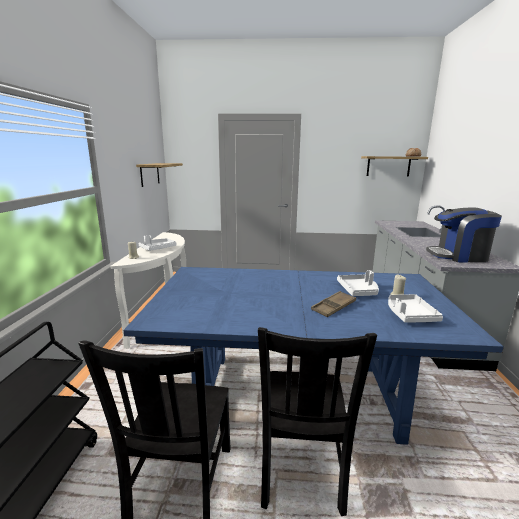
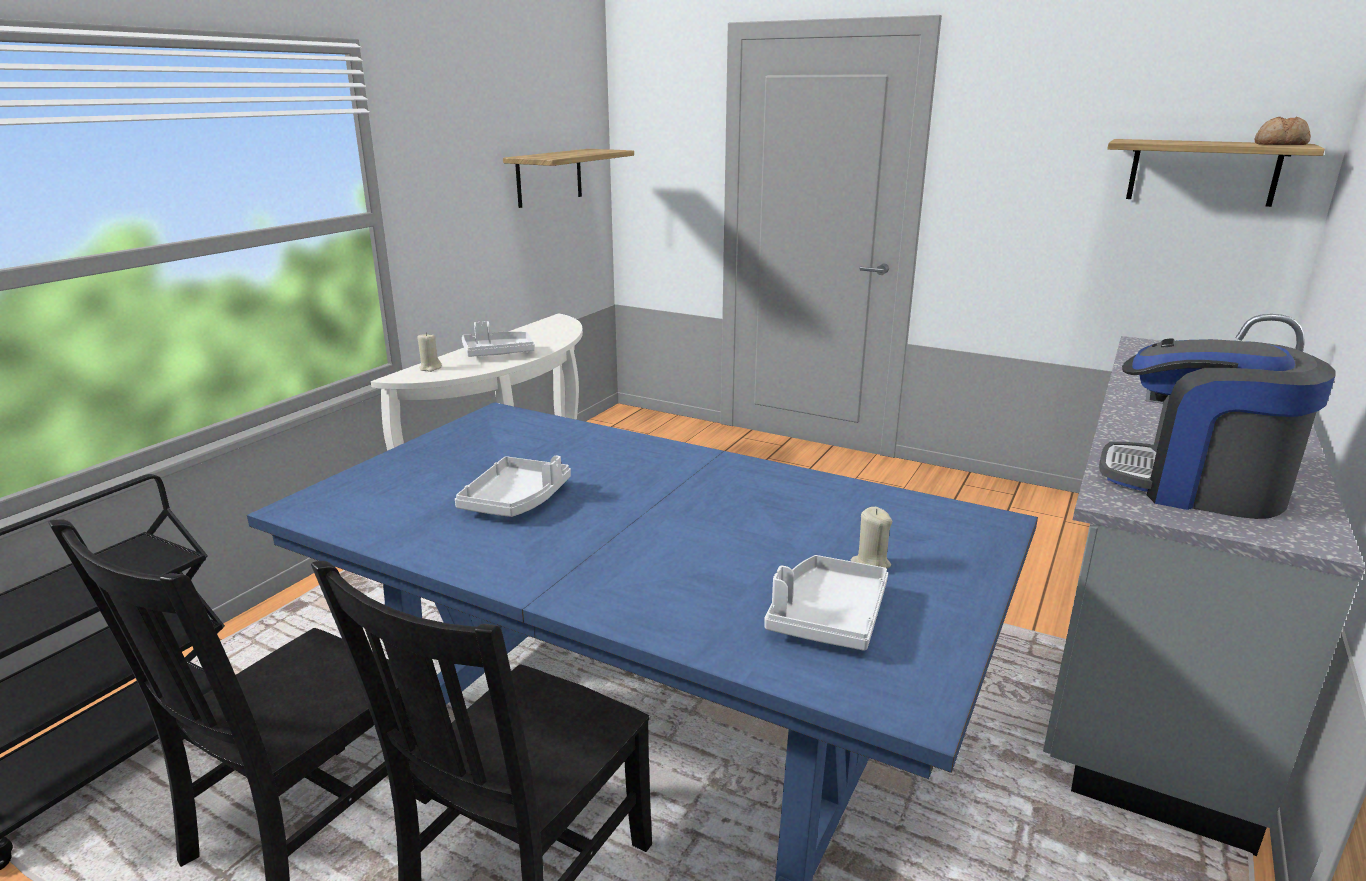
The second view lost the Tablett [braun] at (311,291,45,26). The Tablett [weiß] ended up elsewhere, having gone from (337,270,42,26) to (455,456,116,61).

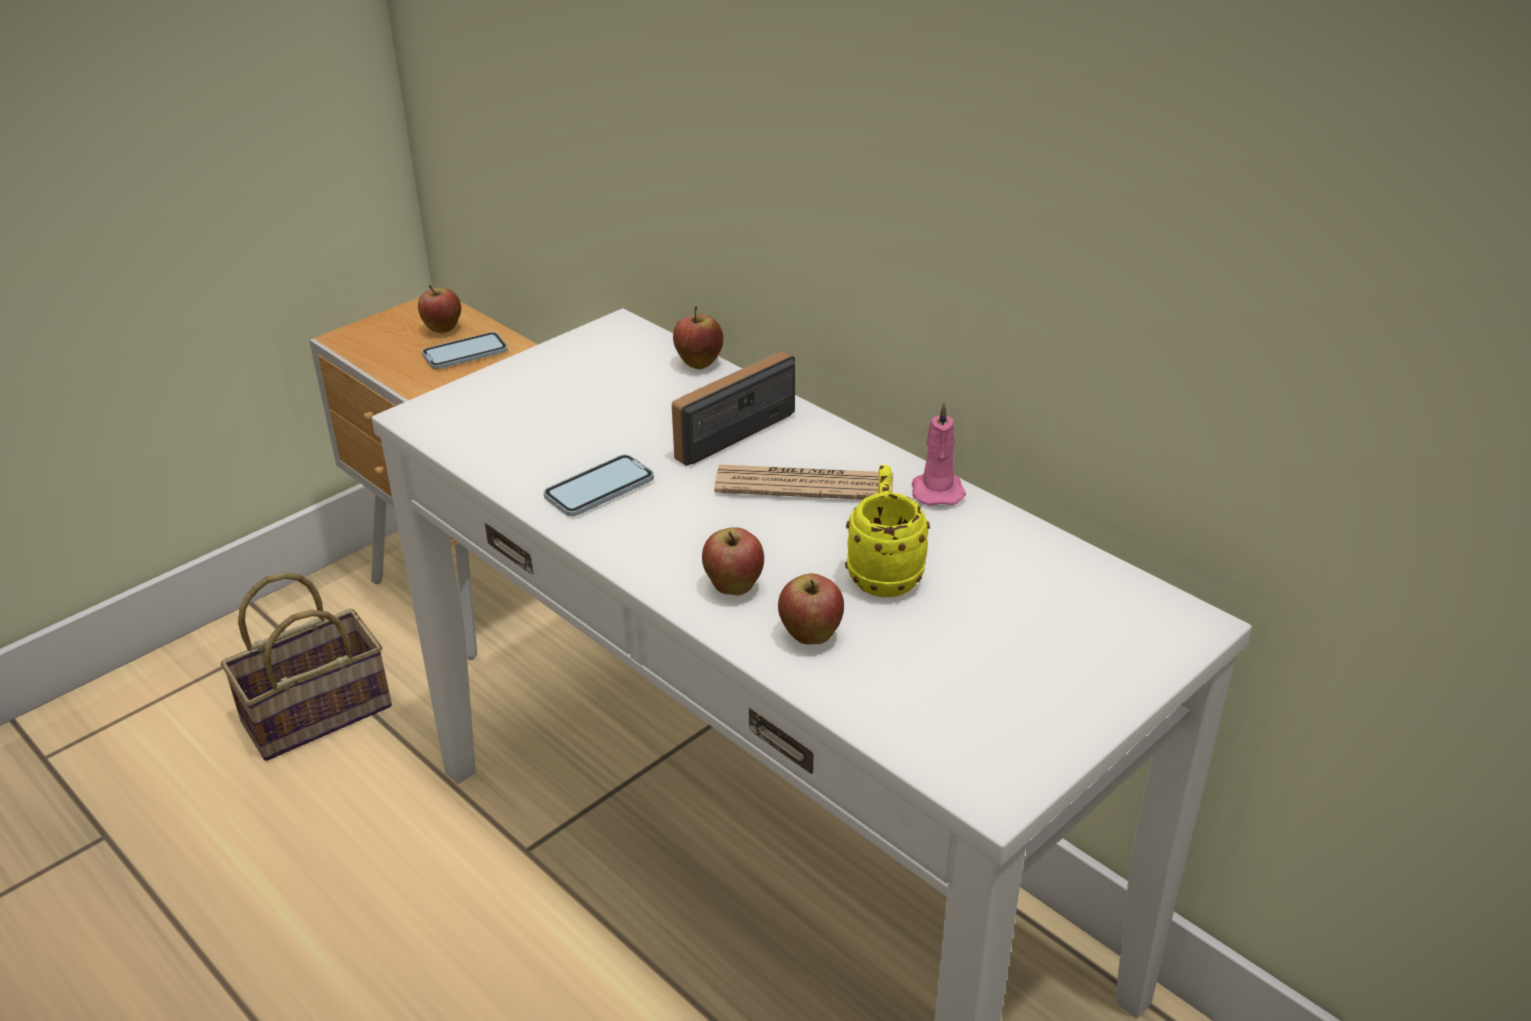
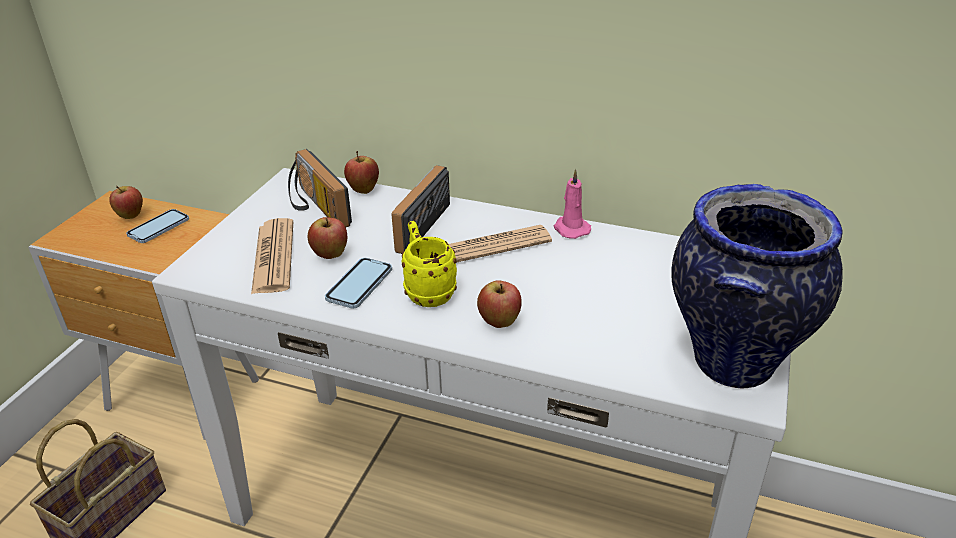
The Apfel ended up elsewhere, having gone from (778,574,66,71) to (308,217,39,42). The Henkelbecher [gelb] ended up elsewhere, having gone from (845,465,85,132) to (402,221,55,86). The second view gained the Zeitung at (251,218,42,76). The second view gained the Radio at (288,149,64,79). The second view gained the Vase at (671,184,172,205).

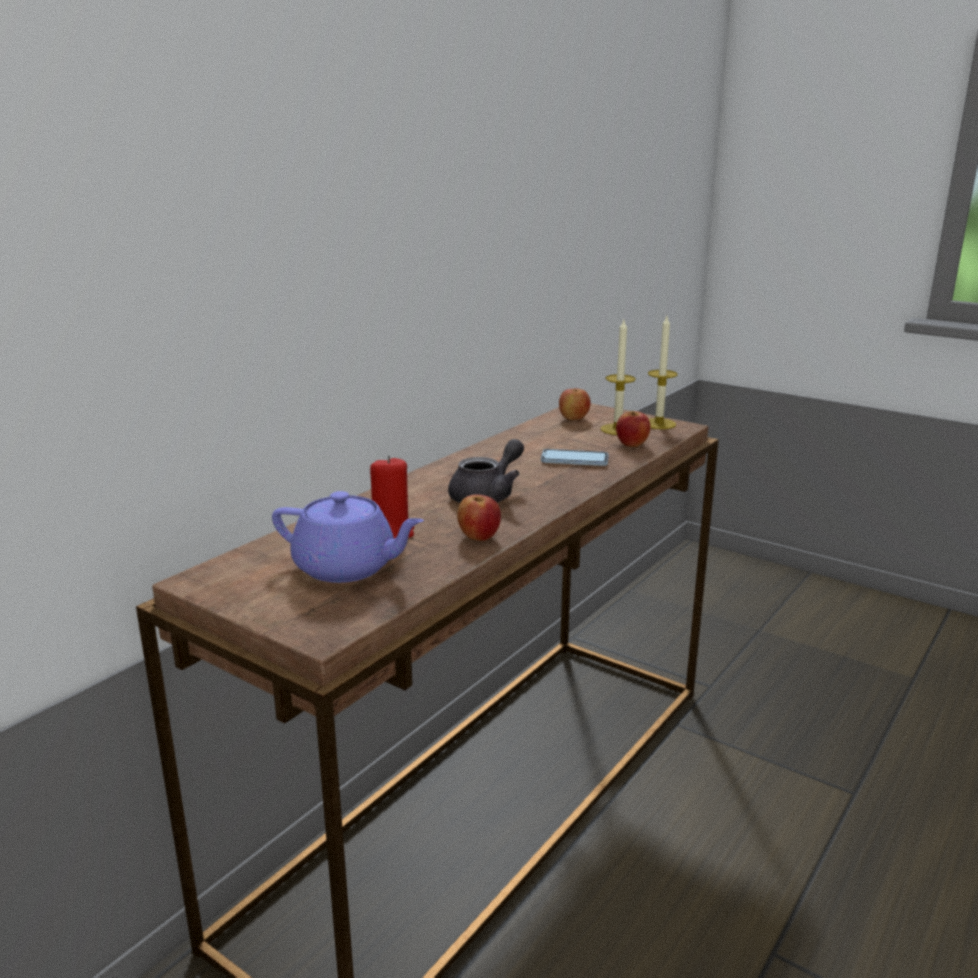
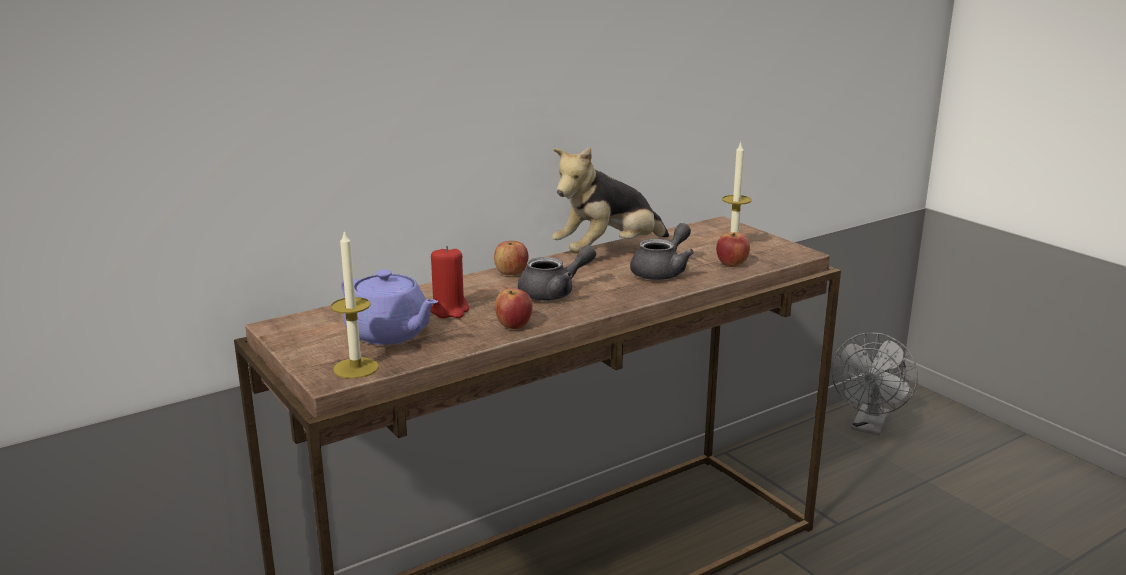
Where the Handy stood at (541,449,68,17), the Teekanne [grau] came to stand at (630,223,64,57). The Apfel ended up elsewhere, having gone from (559,388,32,32) to (494,241,35,34). The Kerze ended up elsewhere, having gone from (648,316,30,113) to (331,229,48,149). The second view gained the Plüschtier at (552,147,117,106). The second view gained the Ventilator [grau] at (831,332,87,104).

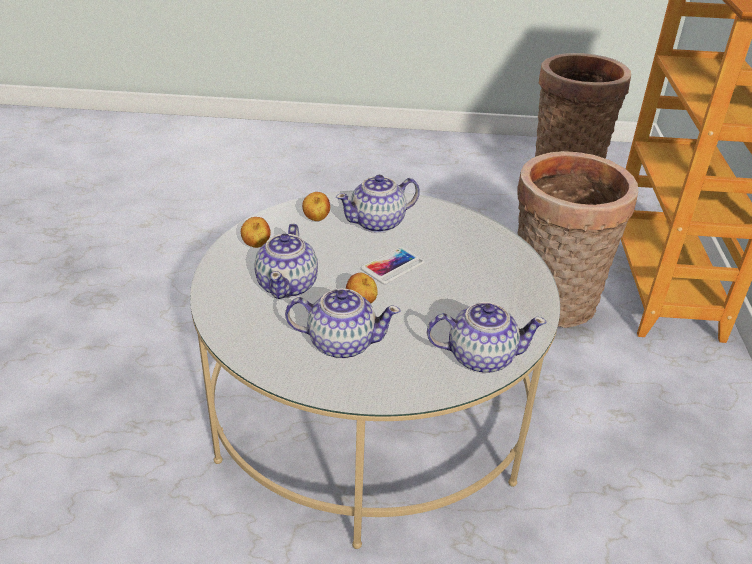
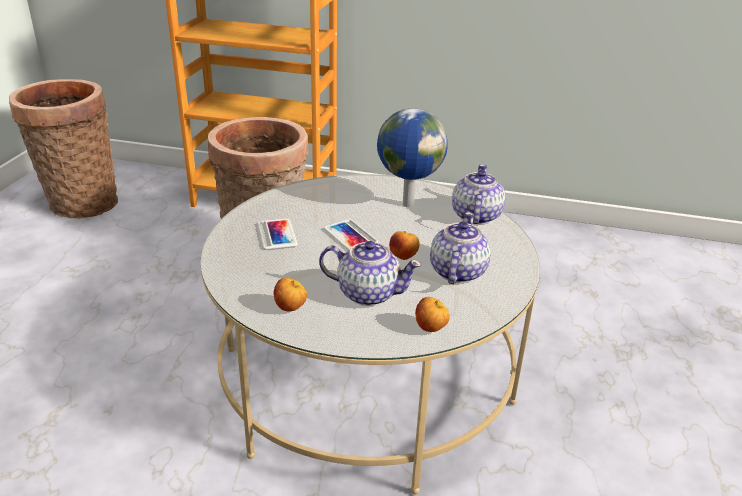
The Apfel ended up elsewhere, having gone from (302,192,28,29) to (415,297,35,35). Where the Teekanne stood at (336,175,84,58), the Handy came to stand at (257,218,41,32). The second view gained the Globus at (377,108,70,99).

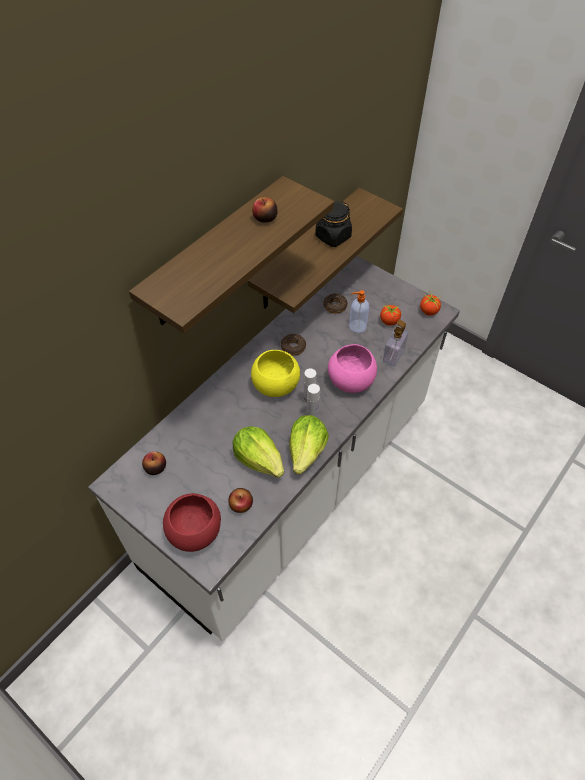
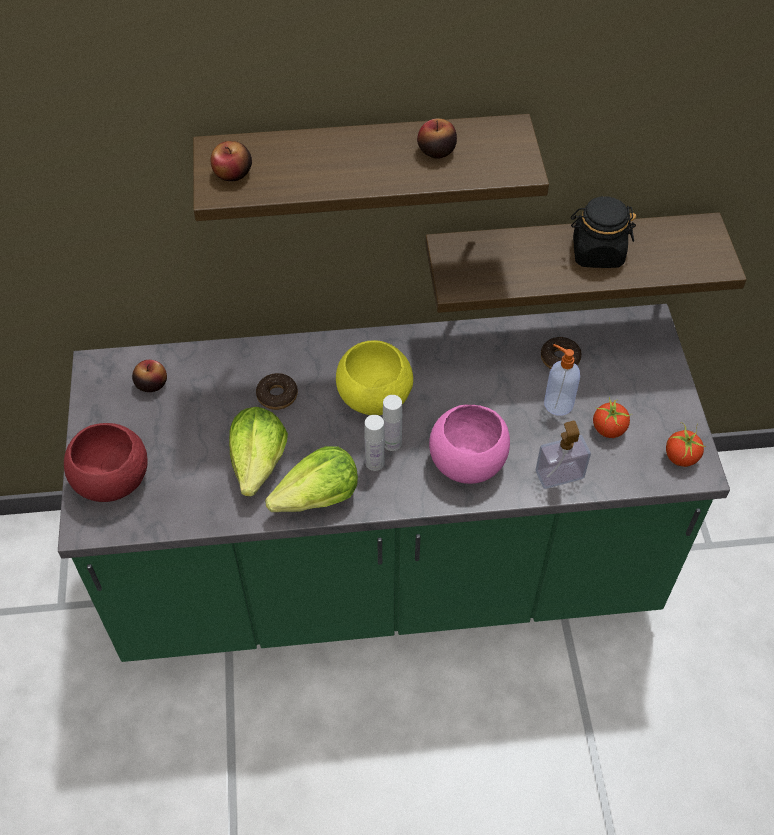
What was the Küchenzeile [weiß] at (88,256,372,385) turned into the Küchenzeile [grün] at (58,304,672,358). The Apfel ended up elsewhere, having gone from (228,488,25,25) to (211,141,41,40). The Donut ended up elsewhere, having gone from (281,334,25,22) to (256,373,42,37).

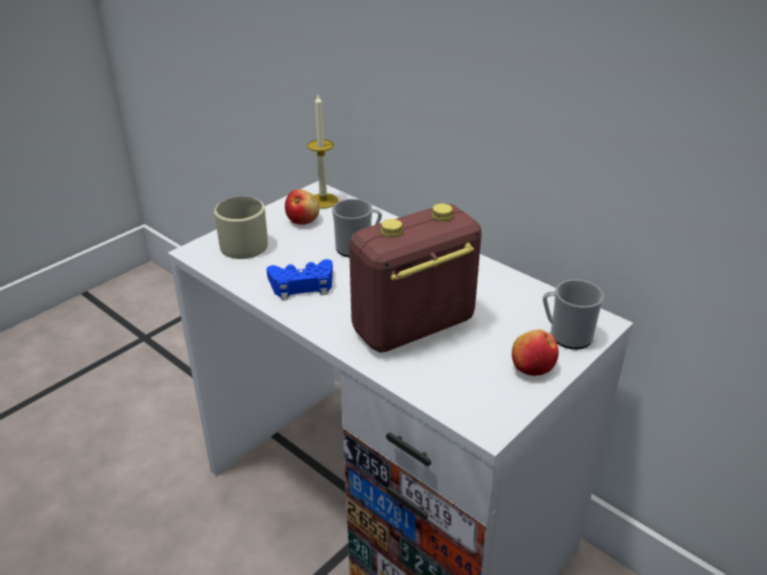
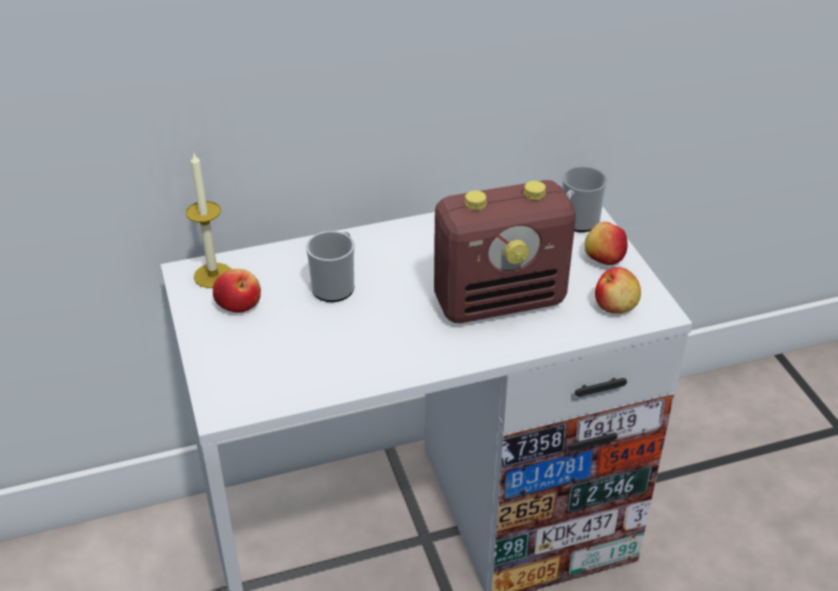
The second view lost the Henkelbecher [beige] at (214,197,54,62). The second view lost the Gamepad [blau] at (267,259,66,41). The Radio at (349,204,133,149) ended up facing another way, 105 degrees counterclockwise from before. The second view gained the Apfel at (595,267,46,47).

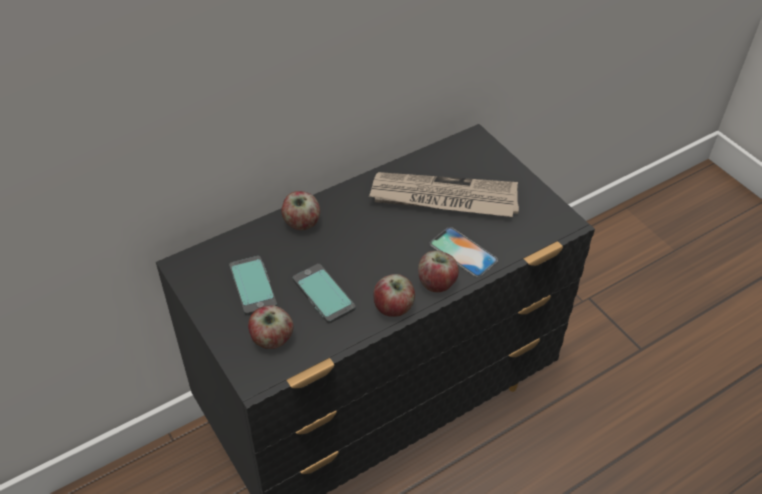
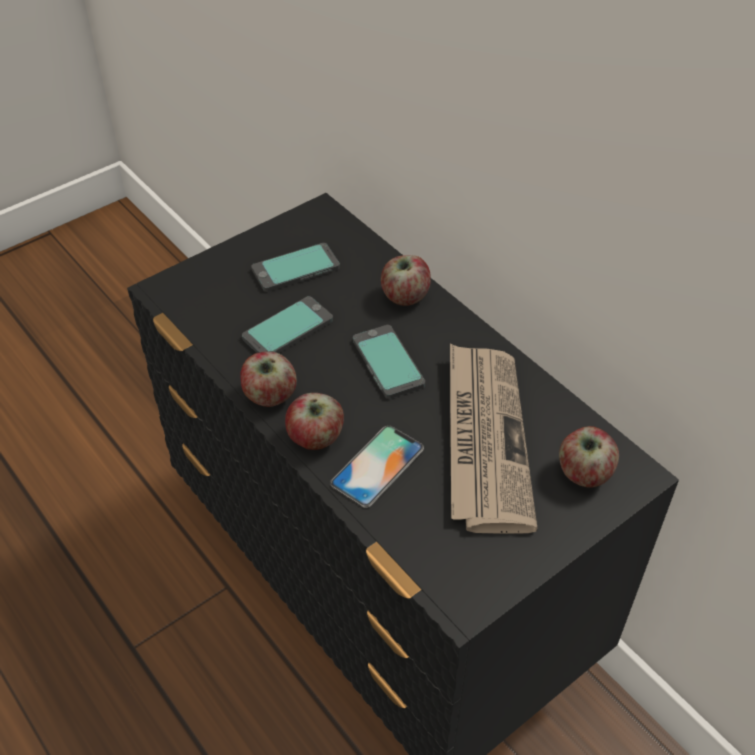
The Apfel ended up elsewhere, having gone from (248,305,45,44) to (559,426,60,62). The second view gained the Handy at (353,325,72,74).

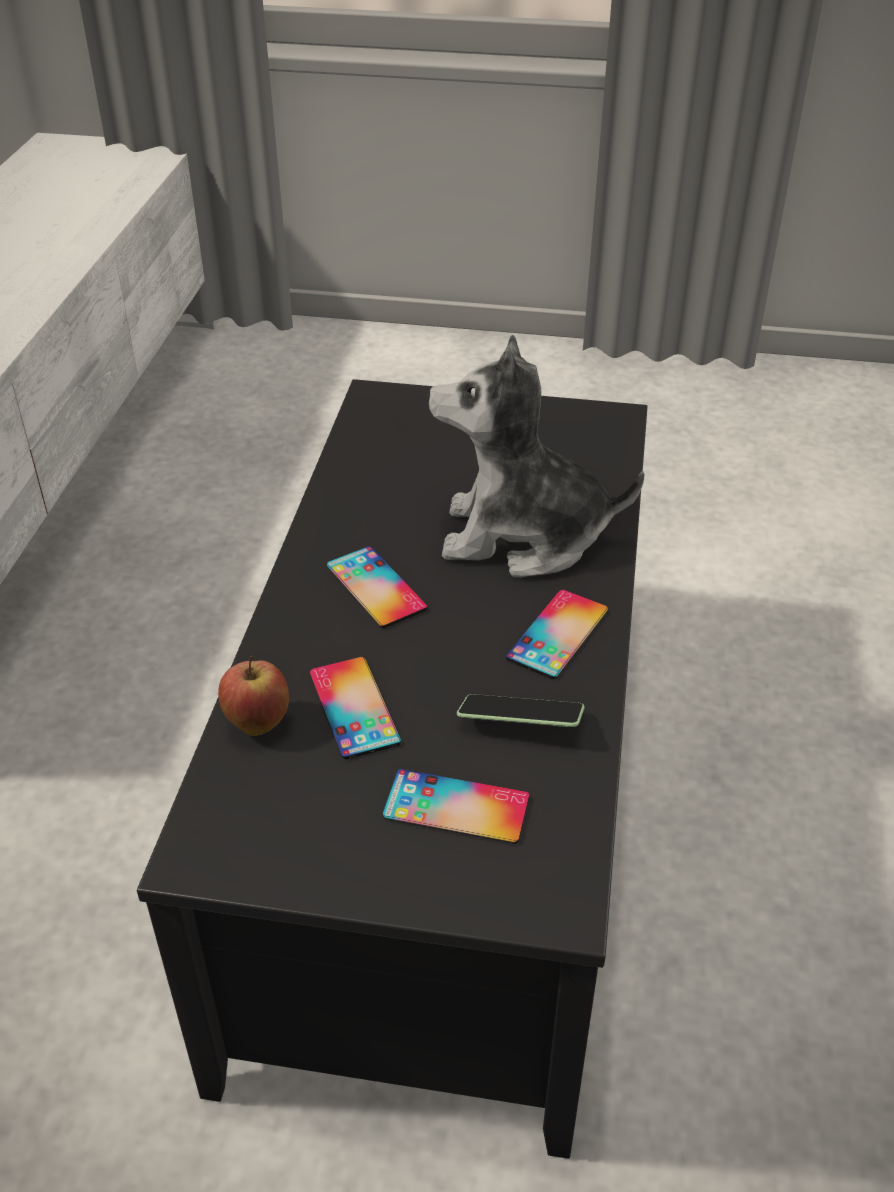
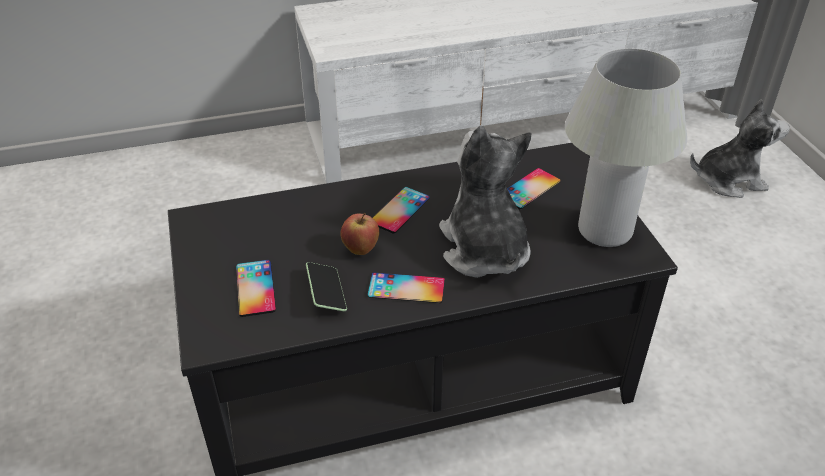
The Apfel ended up elsewhere, having gone from (218,655,71,81) to (340,213,39,42). The Handy ended up elsewhere, having gone from (310,657,92,102) to (507,168,54,41). The second view gained the Tischlampe [weiß] at (565,48,122,199). The second view gained the Plüschtier at (690,99,100,99).

